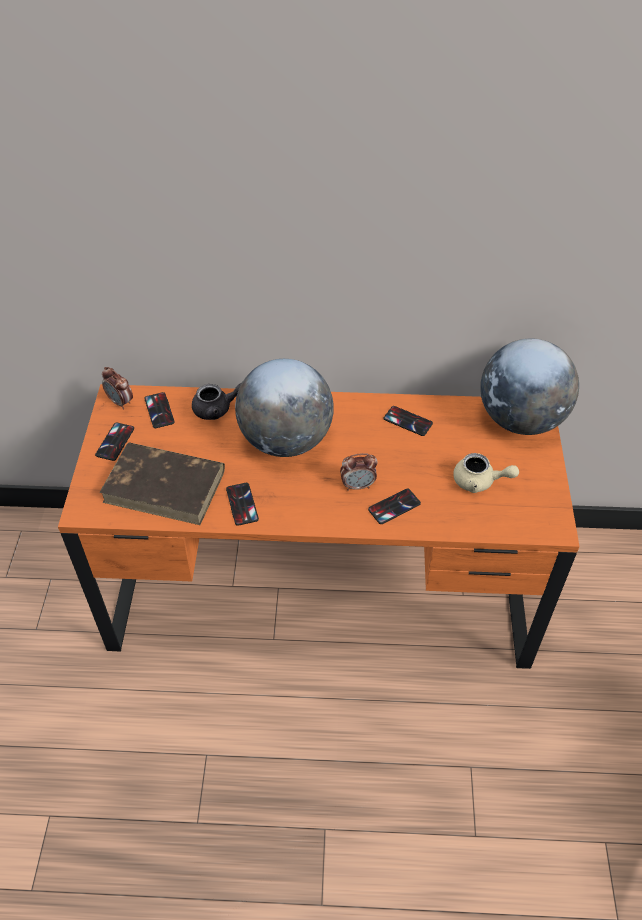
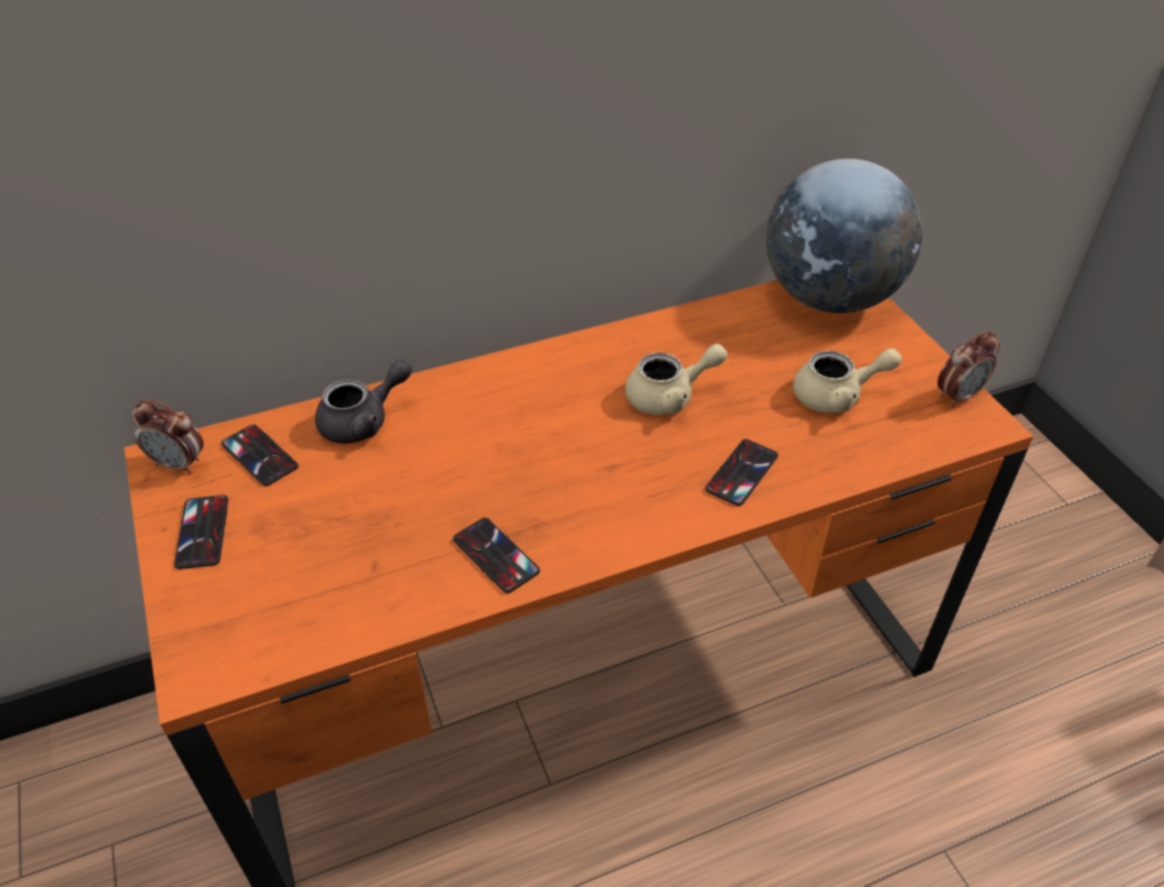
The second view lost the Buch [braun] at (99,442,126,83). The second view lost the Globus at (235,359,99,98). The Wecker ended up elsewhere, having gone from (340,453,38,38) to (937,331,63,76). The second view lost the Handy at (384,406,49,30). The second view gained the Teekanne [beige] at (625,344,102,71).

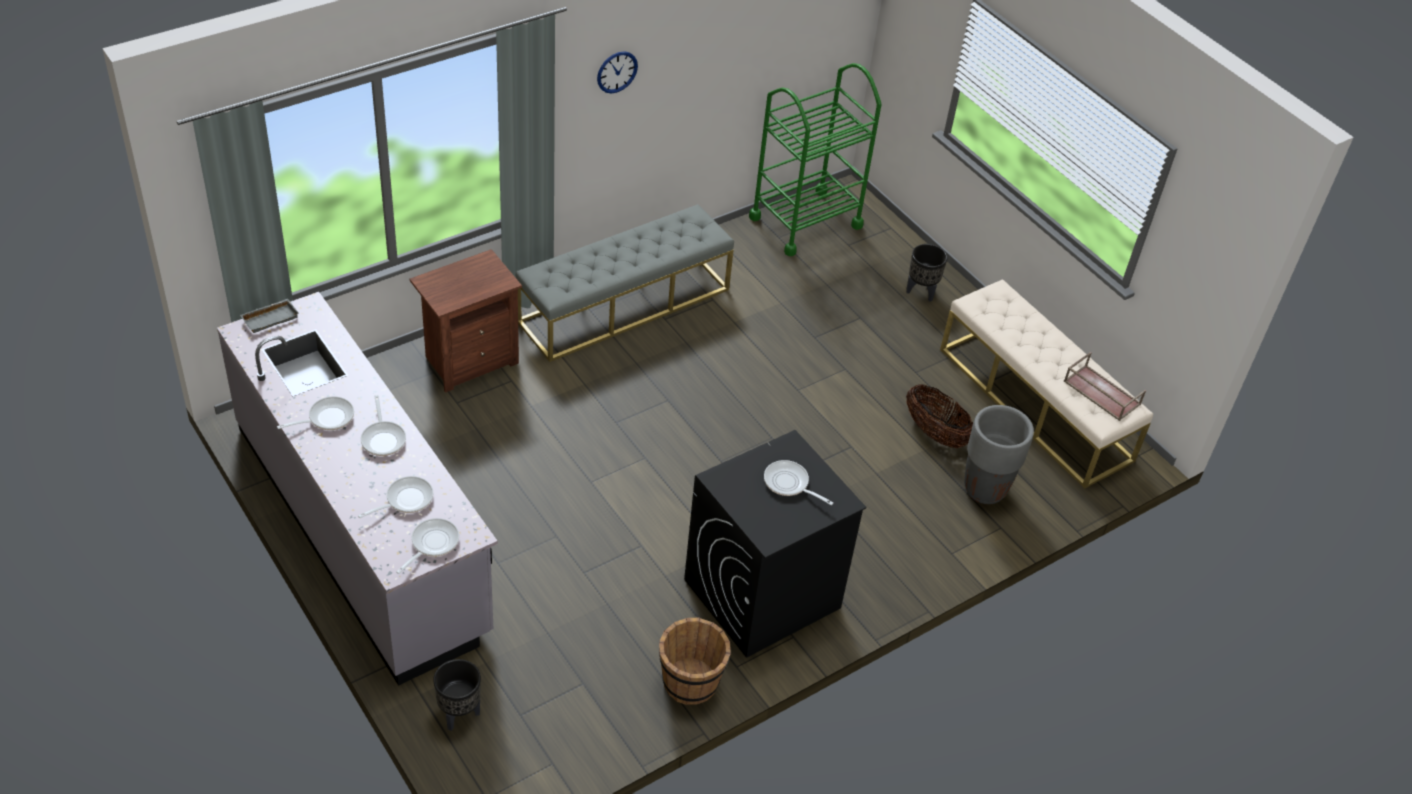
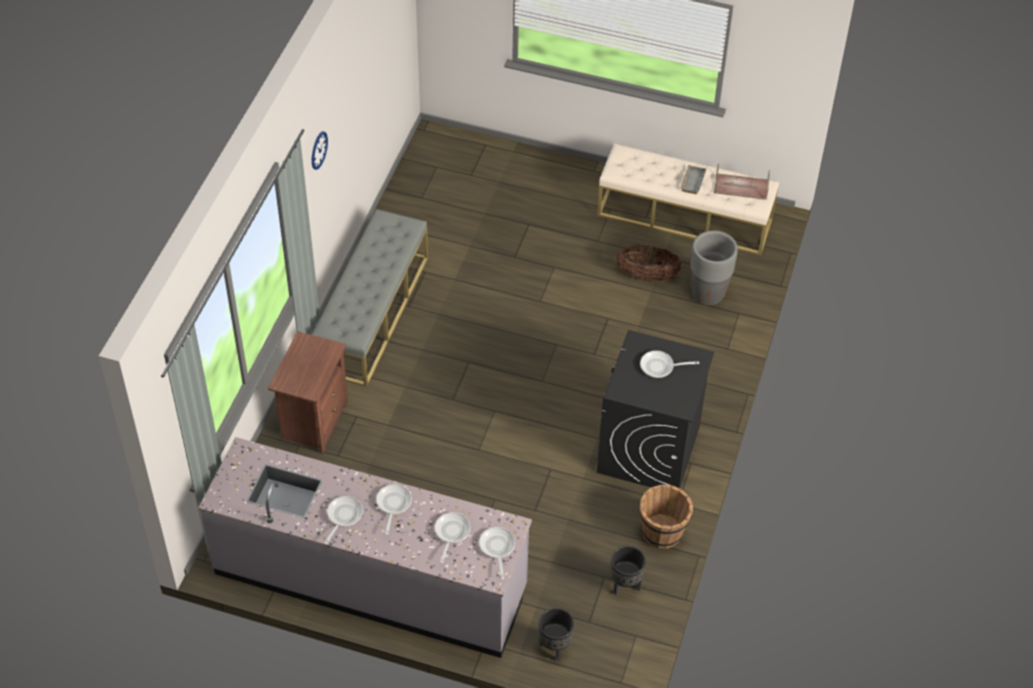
The Tablett [grau] ended up elsewhere, having gone from (240,299,59,34) to (680,165,26,29). The Pfanne at (361,395,45,61) ended up facing another way, 120 degrees counterclockwise from before. The second view lost the Rollwagen [grün] at (749,63,133,193). The Pflanzkübel [schwarz] ended up elsewhere, having gone from (906,244,42,58) to (611,546,35,49).

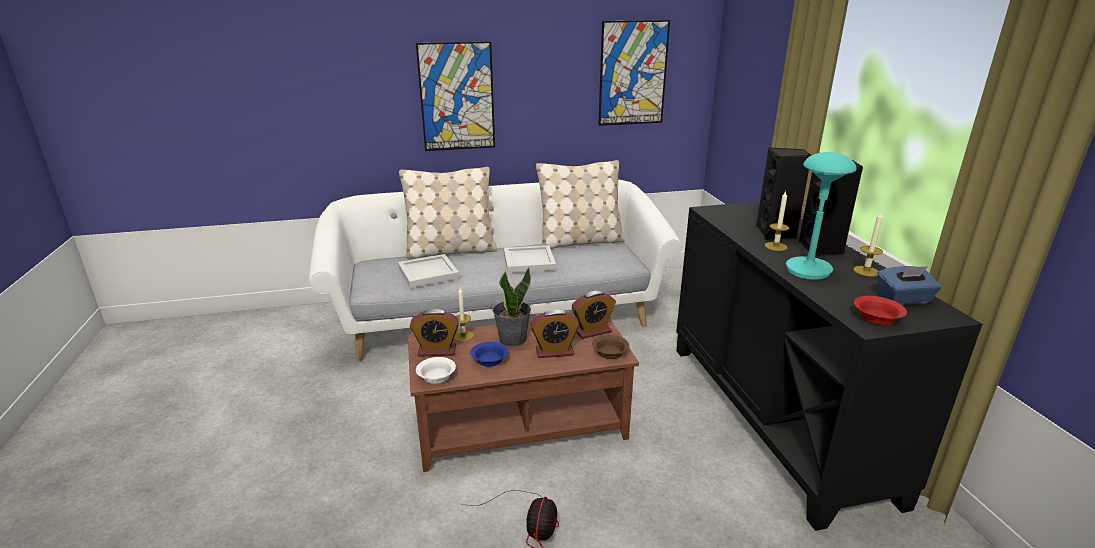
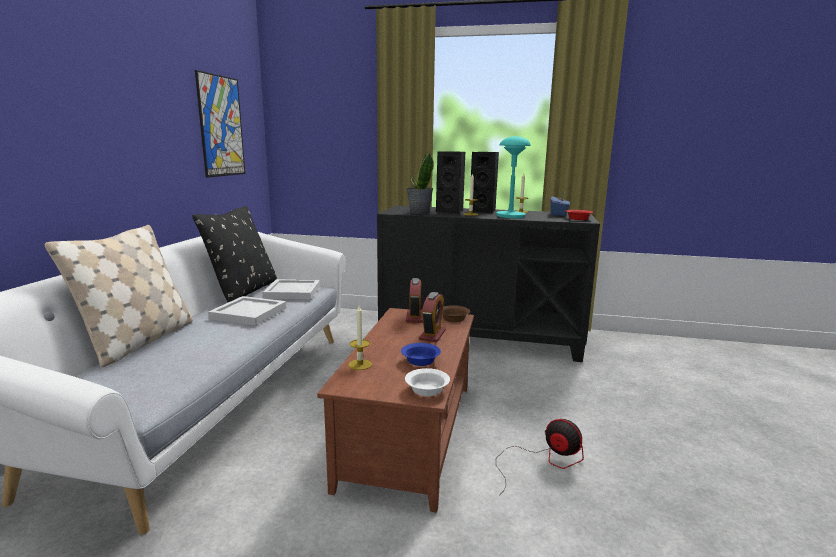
The Tablett [weiß] ended up elsewhere, having gone from (398,254,61,34) to (263,279,57,20). The second view lost the Wecker at (410,309,49,48). The second view lost the Bild at (416,42,79,109). The Topfpflanze ended up elsewhere, having gone from (493,267,38,80) to (406,152,28,62). What was the Kissen [beige] at (536,160,89,89) turned into the Kissen [schwarz] at (192,206,85,97).

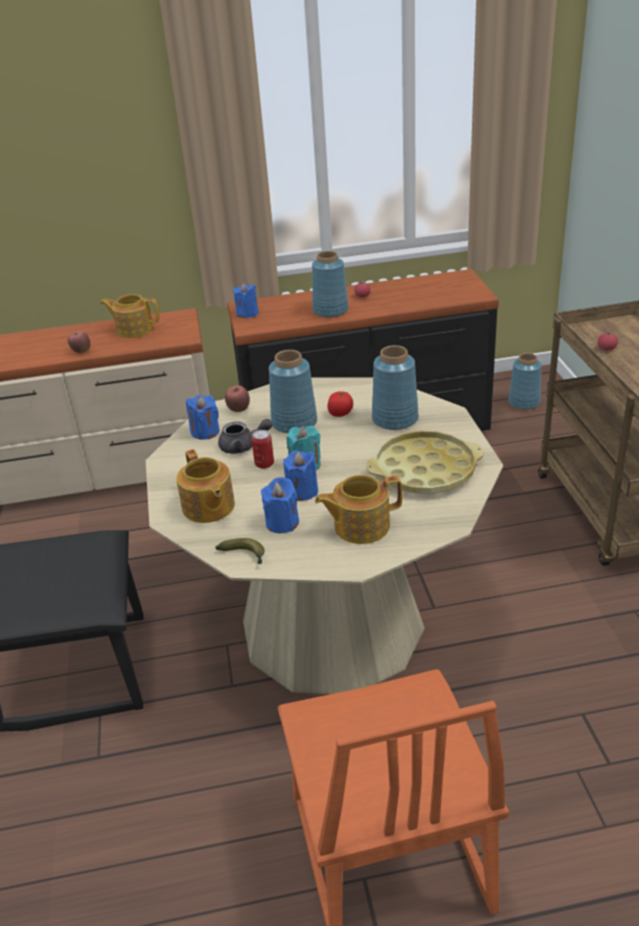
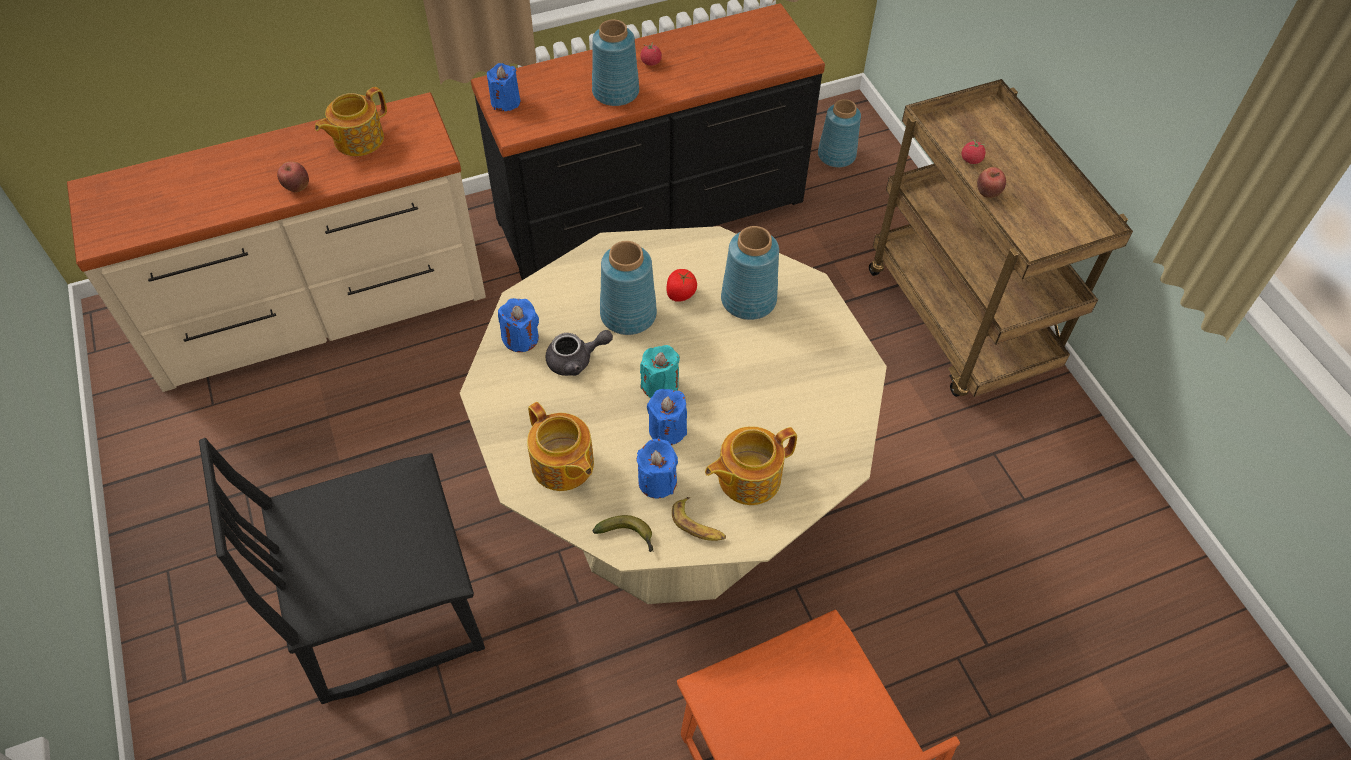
The Teekanne at (101,294,59,44) ended up facing another way, 45 degrees counterclockwise from before. The Apfel ended up elsewhere, having gone from (225,385,25,27) to (977,167,29,31). The second view lost the Dose at (251,430,23,39). The second view lost the Tablett [gelb] at (366,431,118,63). The second view gained the Banane at (672,497,54,44).

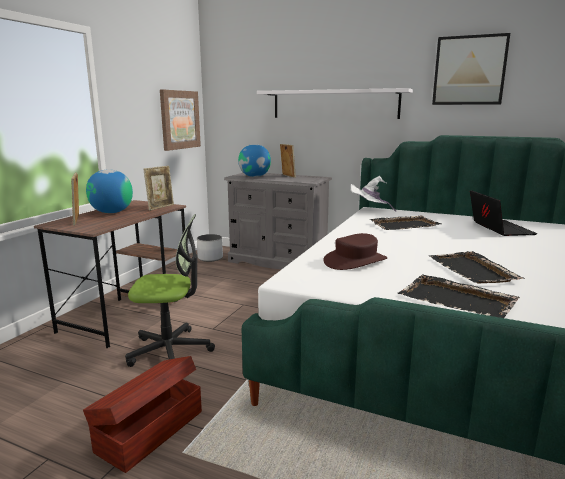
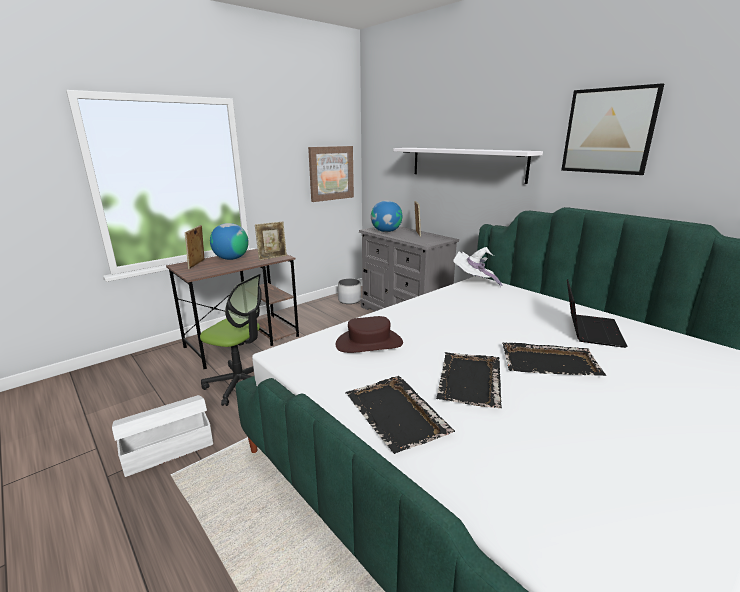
What was the Aufbewahrungsbox [braun] at (83,356,119,117) turned into the Aufbewahrungsbox [weiß] at (112,395,101,82). The Tablett [schwarz] ended up elsewhere, having gone from (369,216,72,14) to (502,343,104,33).

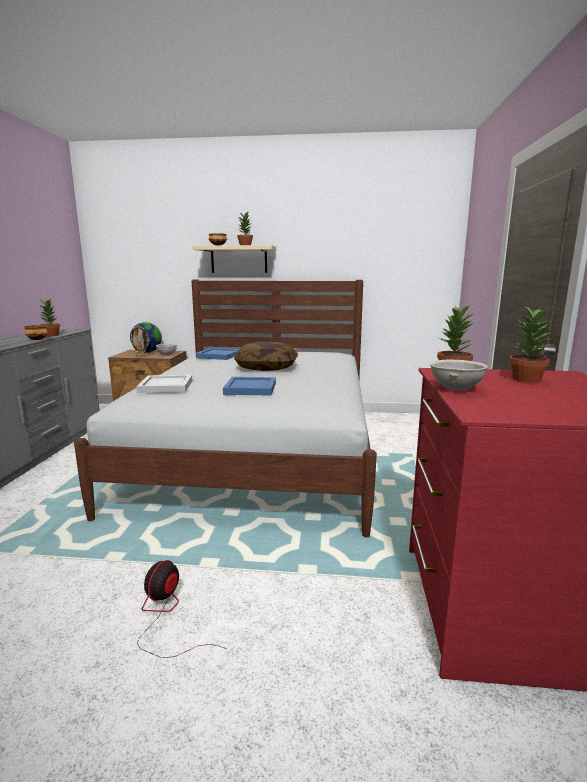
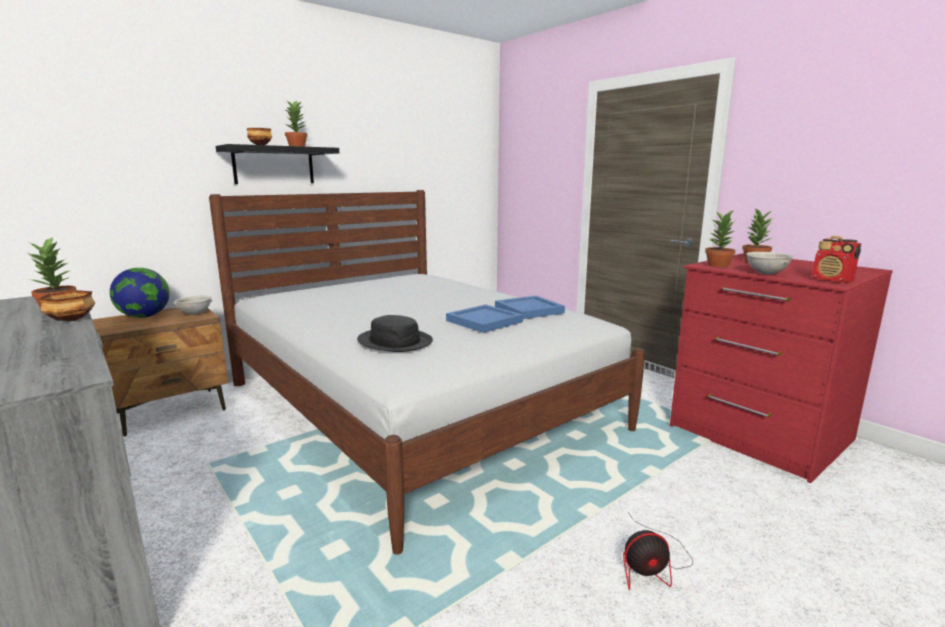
The second view lost the Bilderrahmen at (130,325,20,32). Where the Tablett [weiß] stood at (136,375,56,18), the Hut [schwarz] came to stand at (357,315,76,37). The Ventilator at (137,560,90,98) ended up facing another way, 75 degrees counterclockwise from before. What was the Wandregal [beige] at (193,245,83,28) turned into the Wandregal [schwarz] at (216,144,123,40). The Tablett [blau] ended up elsewhere, having gone from (196,348,43,12) to (495,296,70,23). The second view lost the Kissen at (234,342,64,29). The second view gained the Radio at (812,236,49,47).

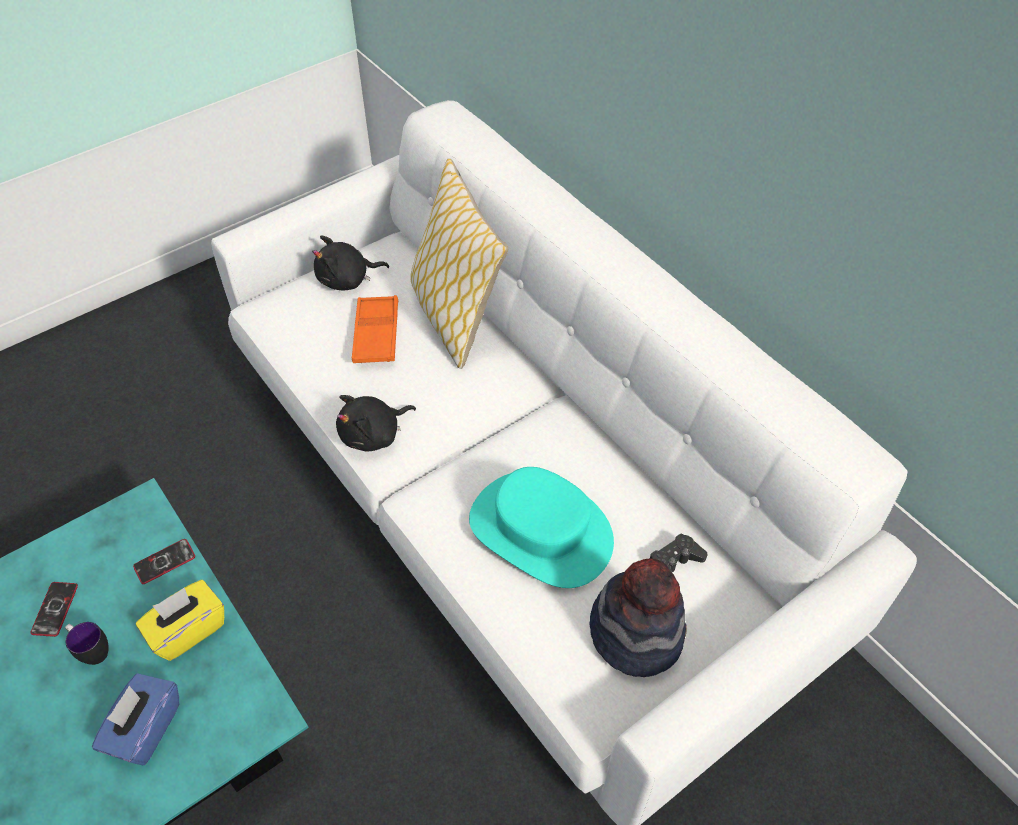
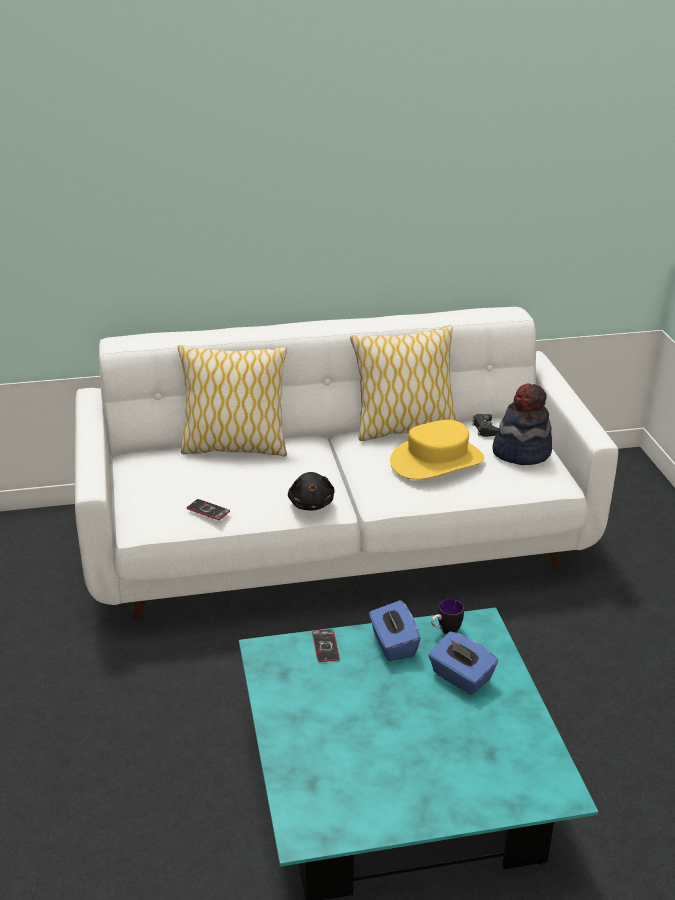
The Handy ended up elsewhere, having gone from (30,582,48,55) to (187,499,43,21). The Henkelbecher ended up elsewhere, having gone from (65,622,44,43) to (431,599,33,35). What was the Taschentuchbox [gelb] at (136,580,88,81) turned into the Taschentuchbox [blau] at (369,600,52,61). The second view lost the Plüschtier [schwarz] at (312,235,77,55). The second view lost the Tablett [orange] at (352,295,46,68). What was the Hut [türkis] at (469,467,145,121) turned into the Hut [gelb] at (390,420,94,60). The second view gained the Kissen at (350,325,106,116).

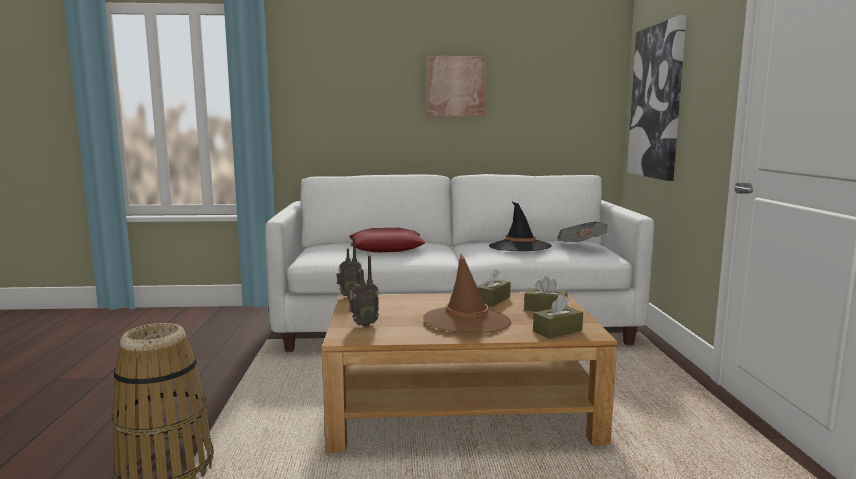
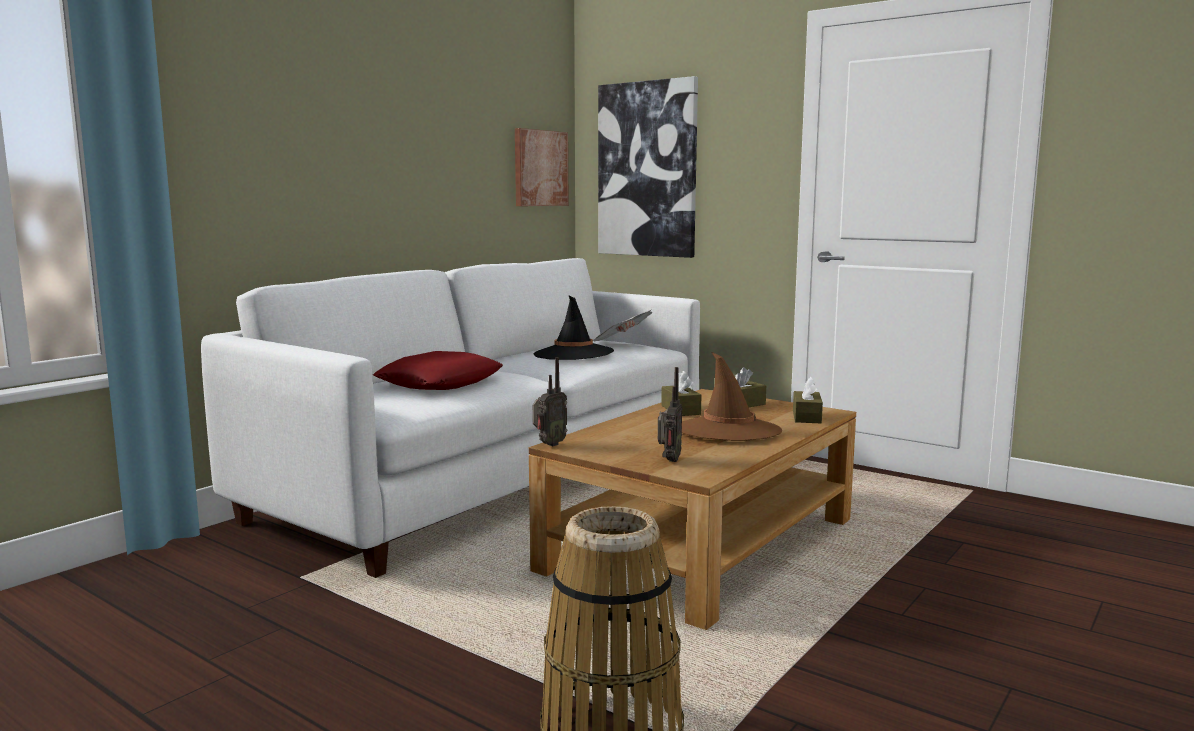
The Bild ended up elsewhere, having gone from (427,56,59,61) to (515,128,54,78).

